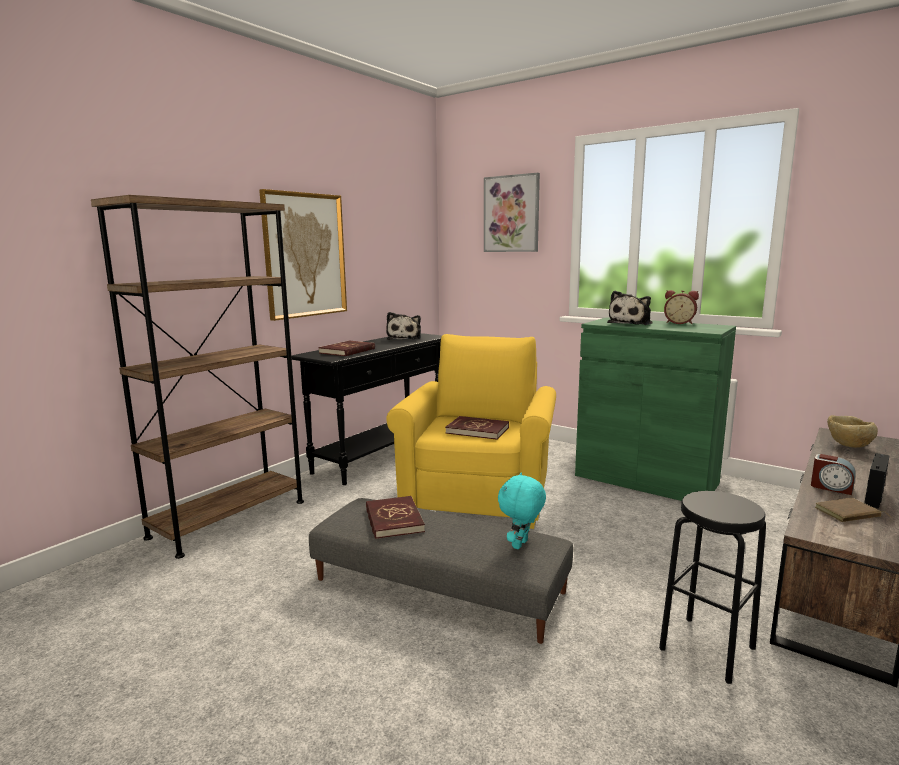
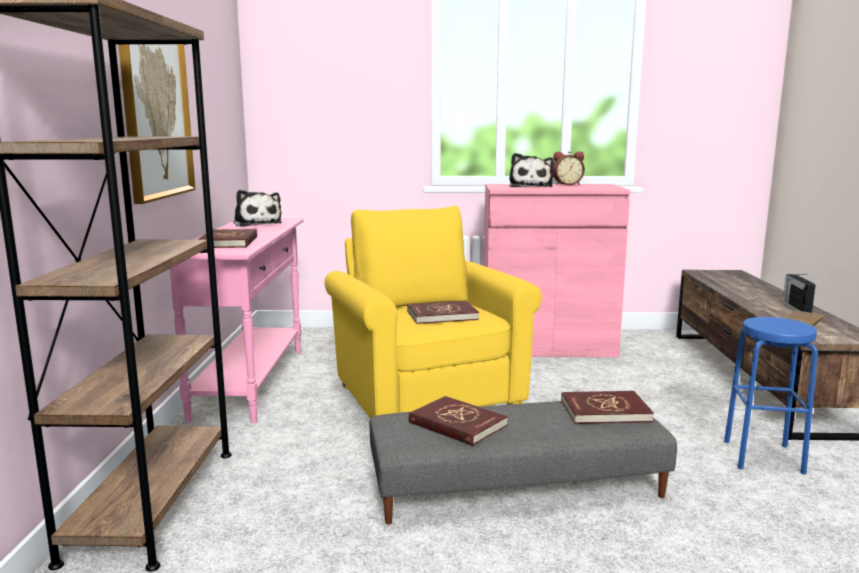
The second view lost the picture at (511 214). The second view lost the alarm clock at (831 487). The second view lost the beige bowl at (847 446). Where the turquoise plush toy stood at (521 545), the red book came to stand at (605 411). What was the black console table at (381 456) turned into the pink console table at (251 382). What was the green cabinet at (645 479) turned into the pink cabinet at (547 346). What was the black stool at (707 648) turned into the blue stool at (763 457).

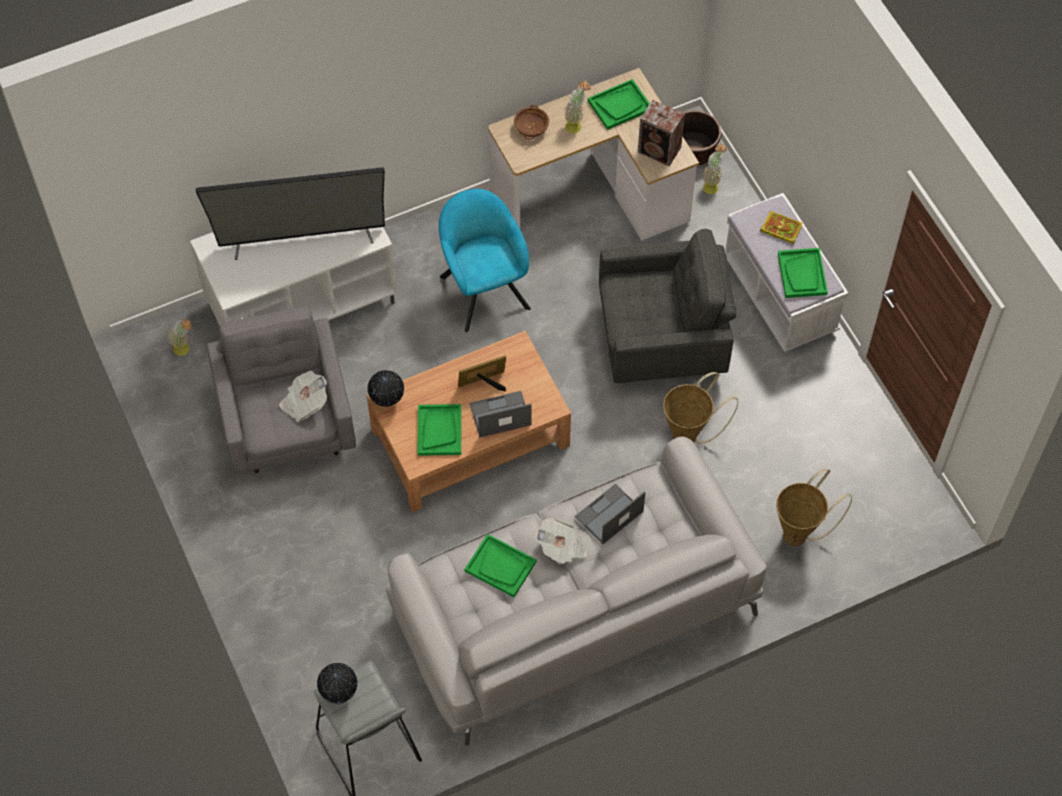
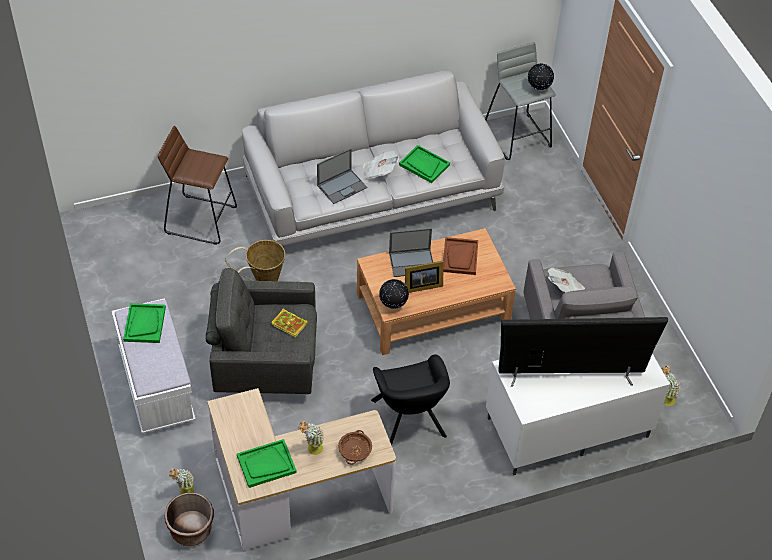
The second view lost the speaker at (660 151). The globe ended up elsewhere, having gone from (387 399) to (393 305). The book ended up elsewhere, having gone from (780 229) to (290 324). Where the basket stood at (799 533), the brown stool came to stand at (200 219). What was the green tray at (439 430) turned into the brown tray at (460 257). What was the turquoise armchair at (483 288) turned into the black armchair at (409 422).

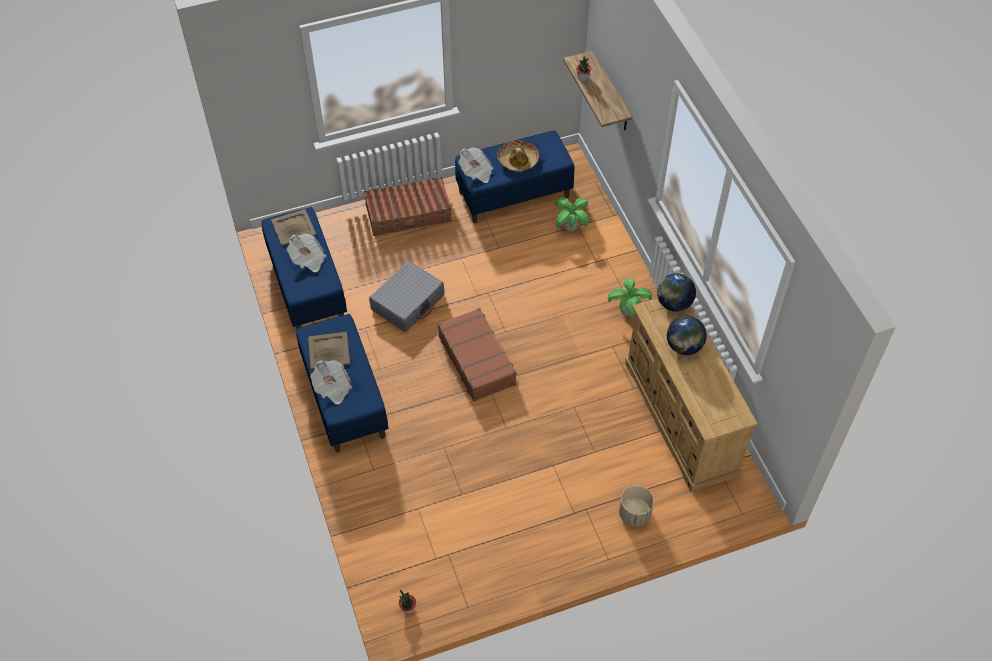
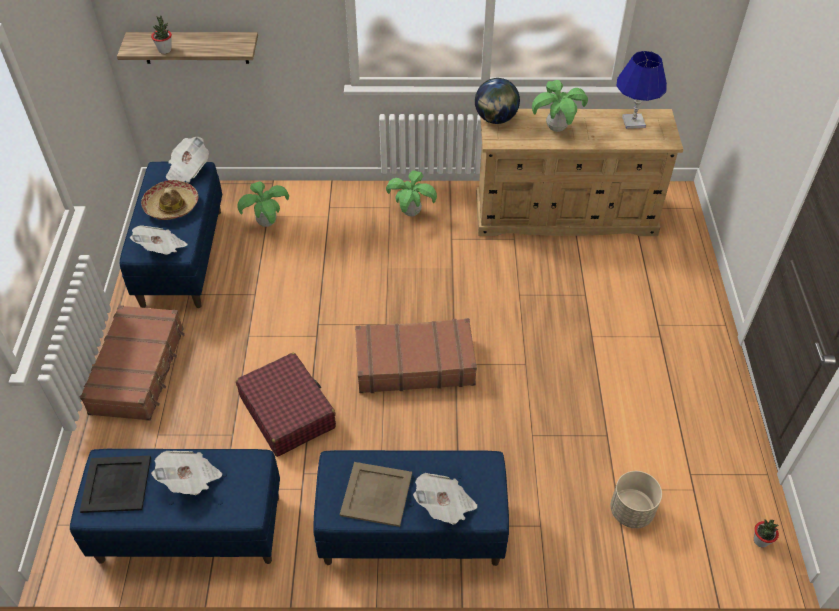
The second view gained the newspaper at (188 170). The second view gained the blue table lamp at (633 122). The beige planter ended up elsewhere, having gone from (634 514) to (631 511). Where the globe stood at (684 346), the potted plant came to stand at (556 128). What was the beige tray at (294 228) turned into the black tray at (117 483). What was the grey suitcase at (408 302) turned into the red suitcase at (287 412).

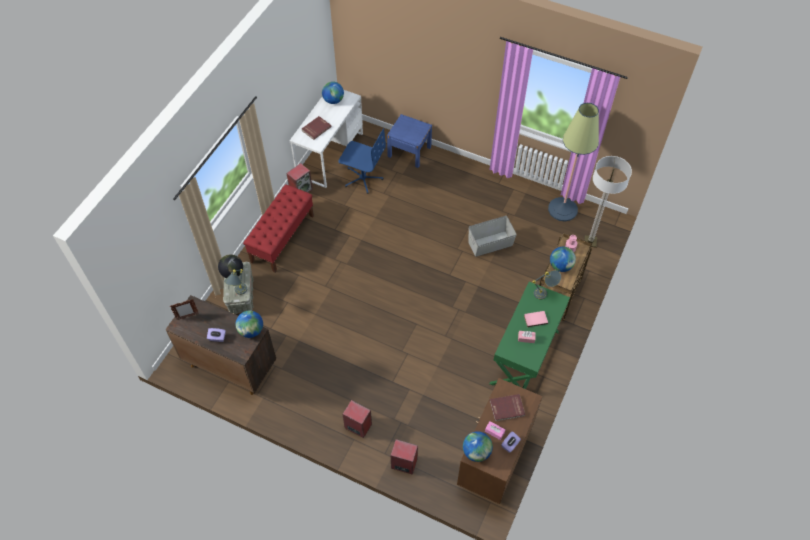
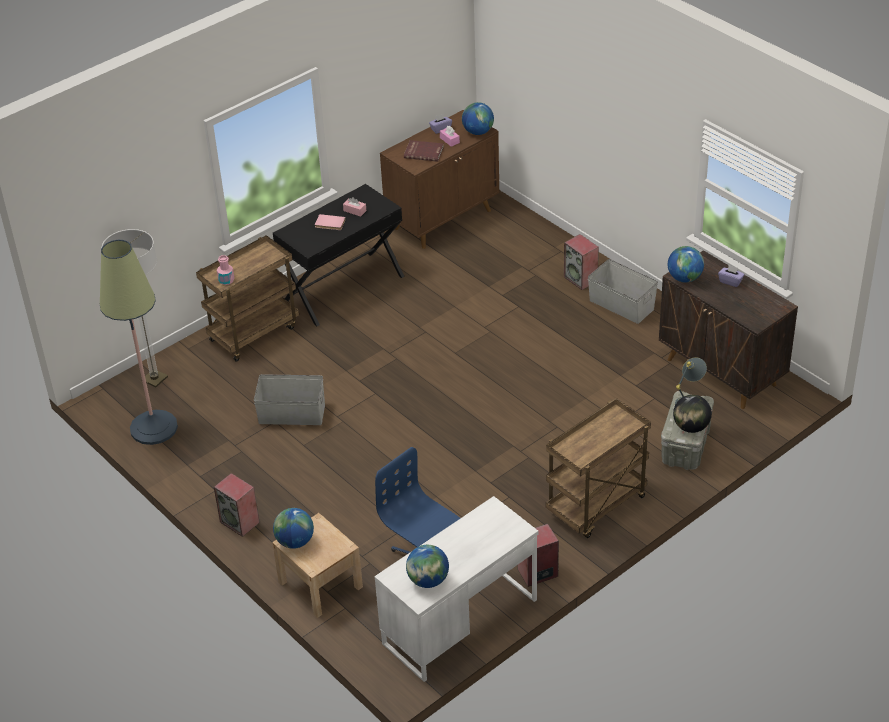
The second view lost the picture frame at (187 316). The second view lost the red book at (316 128). The second view lost the grey table lamp at (545 293). The second view gained the grey storage box at (621 304). The speaker ended up elsewhere, having gone from (403 463) to (240 522). The globe ended up elsewhere, having gone from (560 266) to (295 541). Where the red bench stood at (282 238), the brown cart came to stand at (596 507). What was the blue nightstand at (409 151) turned into the beige nightstand at (320 584). What was the green desk at (525 357) turned into the black desk at (343 288).

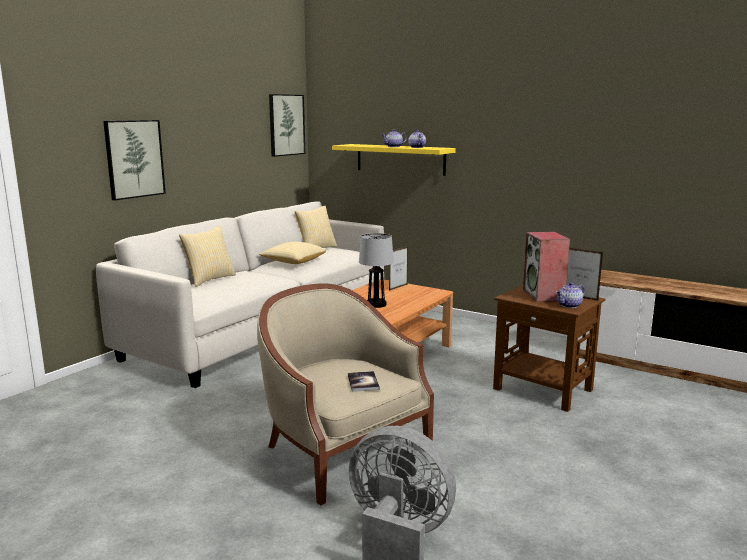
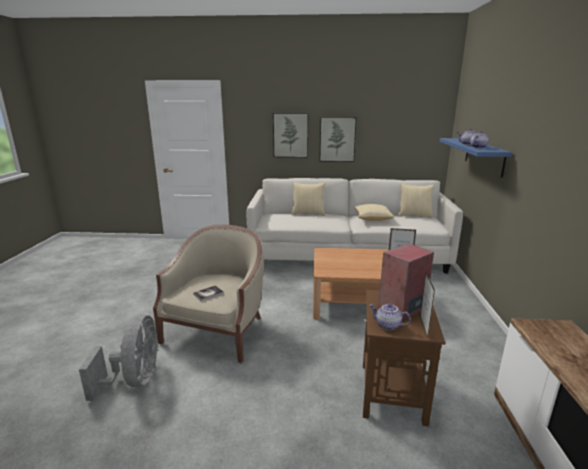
The second view lost the table lamp at (375 304). The picture ended up elsewhere, having gone from (286 125) to (337 139). What was the yellow shelf at (400 159) turned into the blue shelf at (484 156).

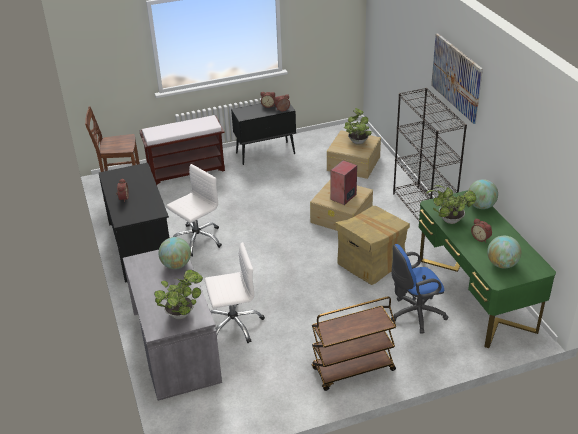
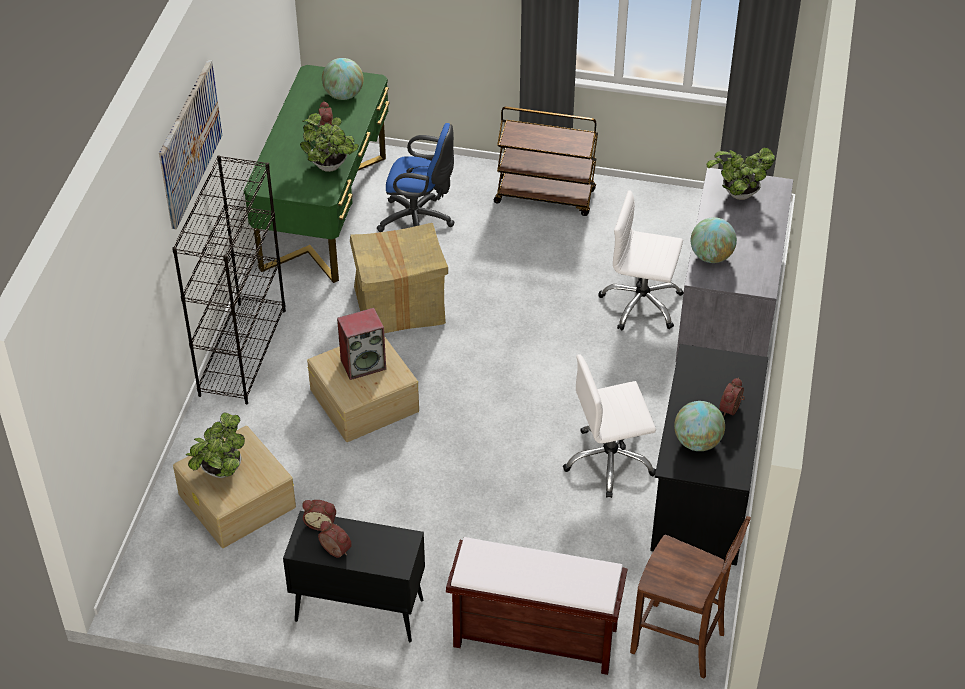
The globe ended up elsewhere, having gone from (481 206) to (697 442).

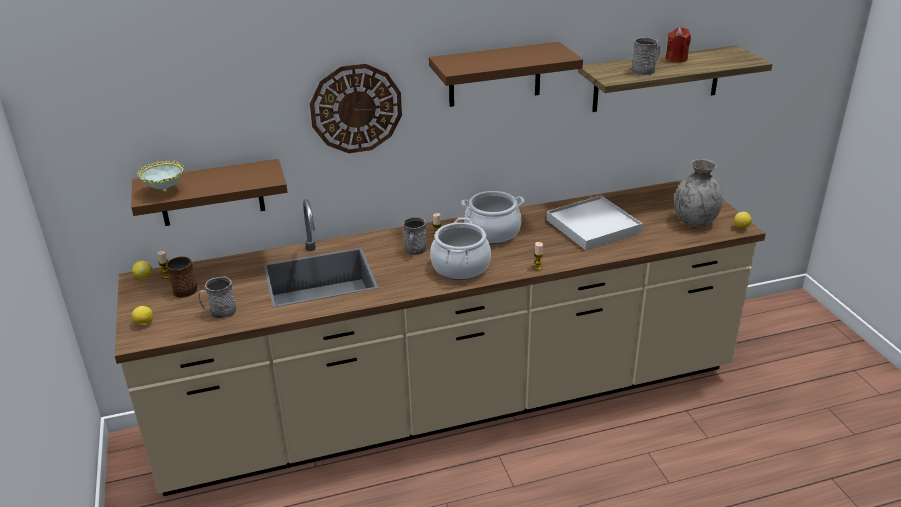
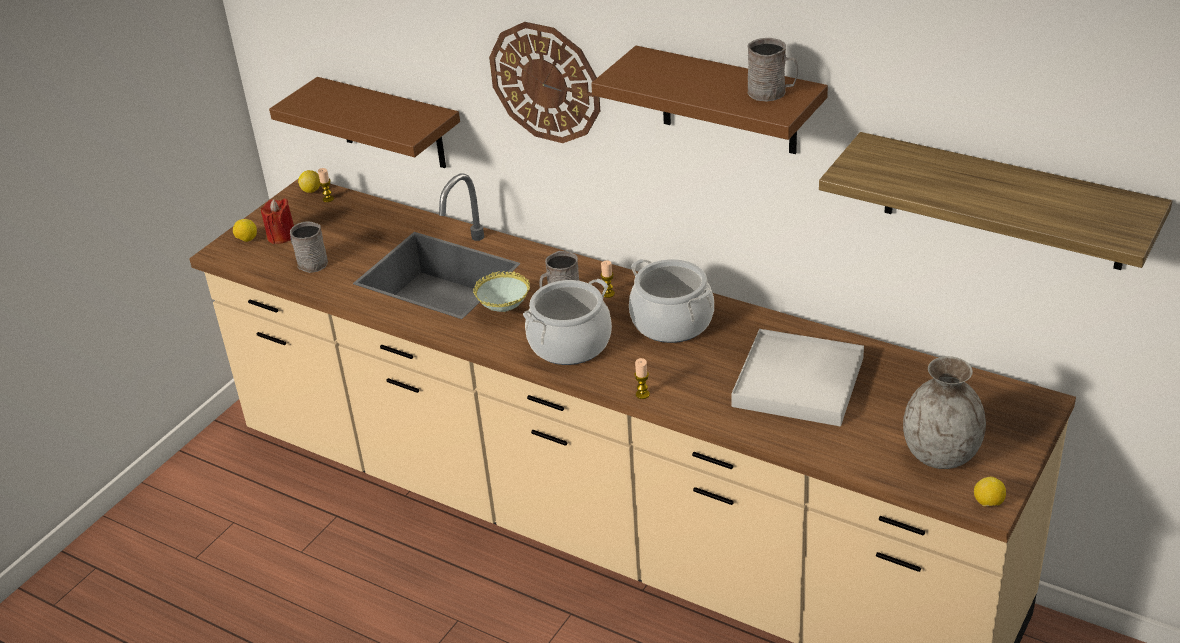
The second view lost the brown mug at (184 288). The bowl ended up elsewhere, having gone from (165 191) to (504 312). The grey mug ended up elsewhere, having gone from (645 70) to (772 92). The red candle ended up elsewhere, having gone from (676 59) to (281 236).

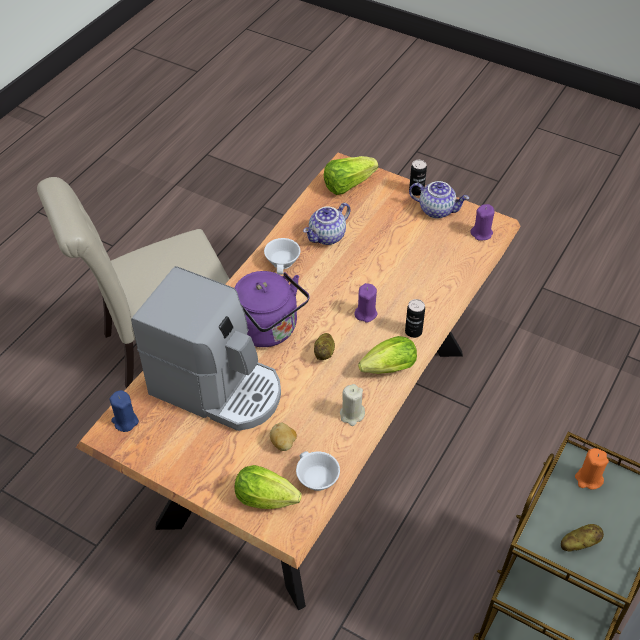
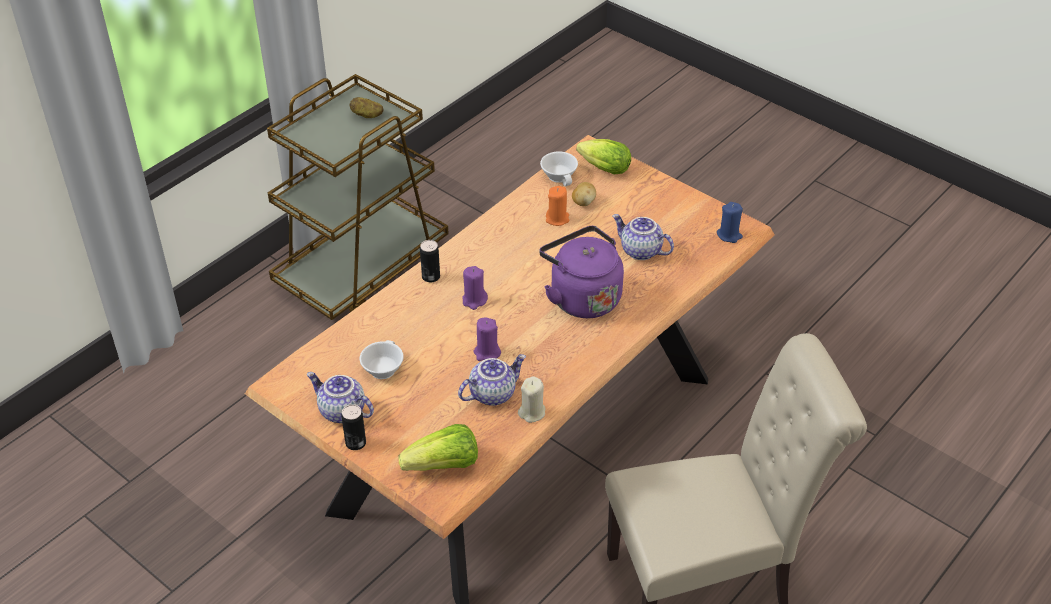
The second view lost the potato at (325 353). The second view lost the lettuce at (386 369). The white cup ended up elsewhere, having gone from (284 262) to (381 368). The beige candle ended up elsewhere, having gone from (352 415) to (532 412). The purple candle ended up elsewhere, having gone from (481 233) to (487 352). The orange candle ended up elsewhere, having gone from (588 479) to (557 219). Where the coffee machine stood at (218 388), the teapot came to stand at (640 251).

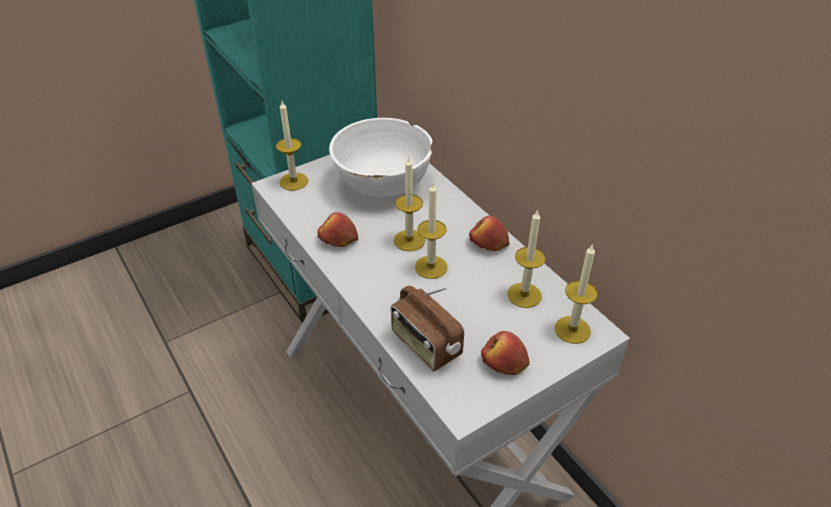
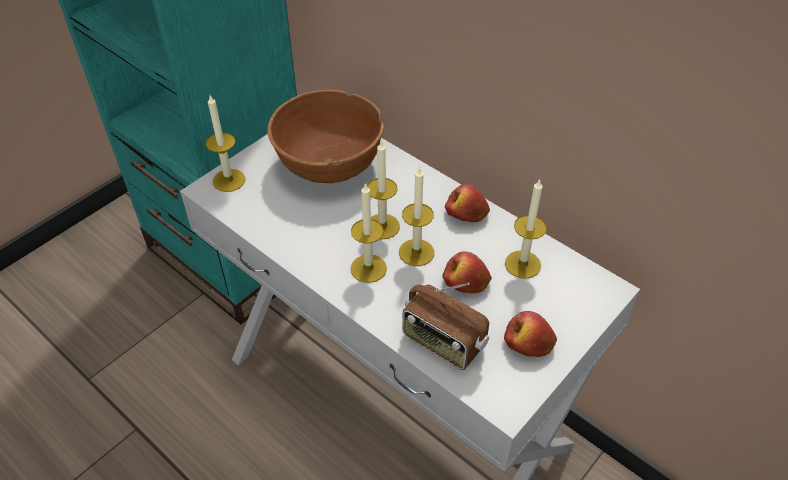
The apple ended up elsewhere, having gone from (338 239) to (465 282). The candle ended up elsewhere, having gone from (572 330) to (368 268). What was the white bowl at (382 182) turned into the brown bowl at (329 164).

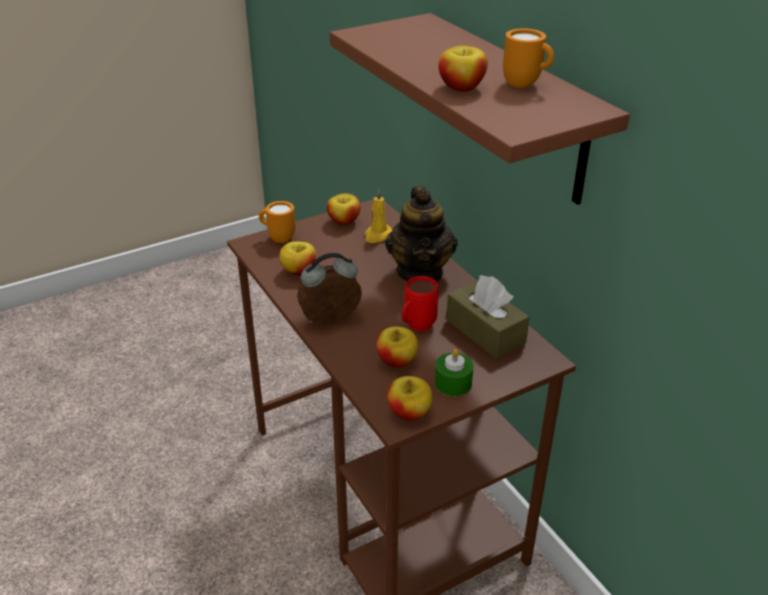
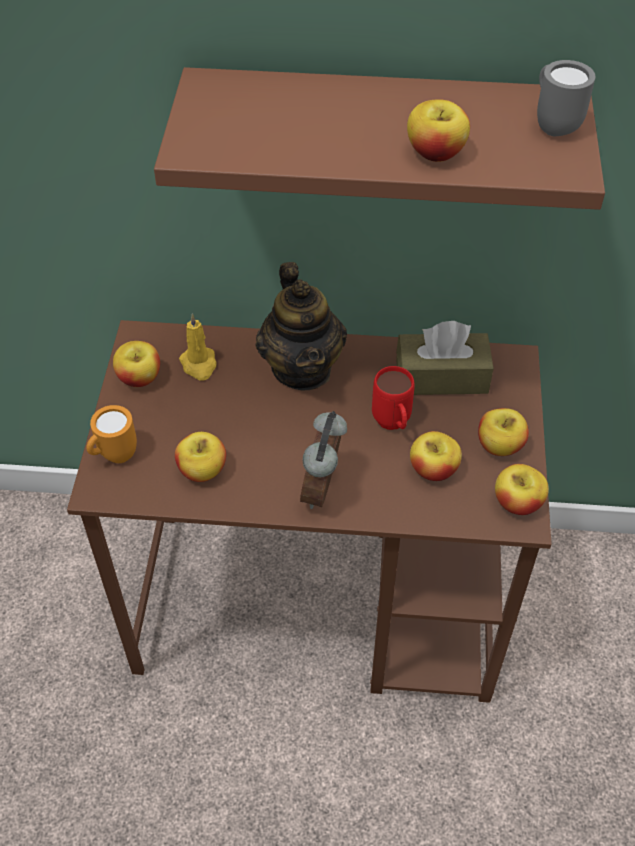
The second view lost the orange mug at (526 85). The second view gained the grey mug at (553 125). Where the green candle stood at (453 383), the apple came to stand at (499 446). The teapot at (421 272) ended up facing another way, 45 degrees clockwise from before.

